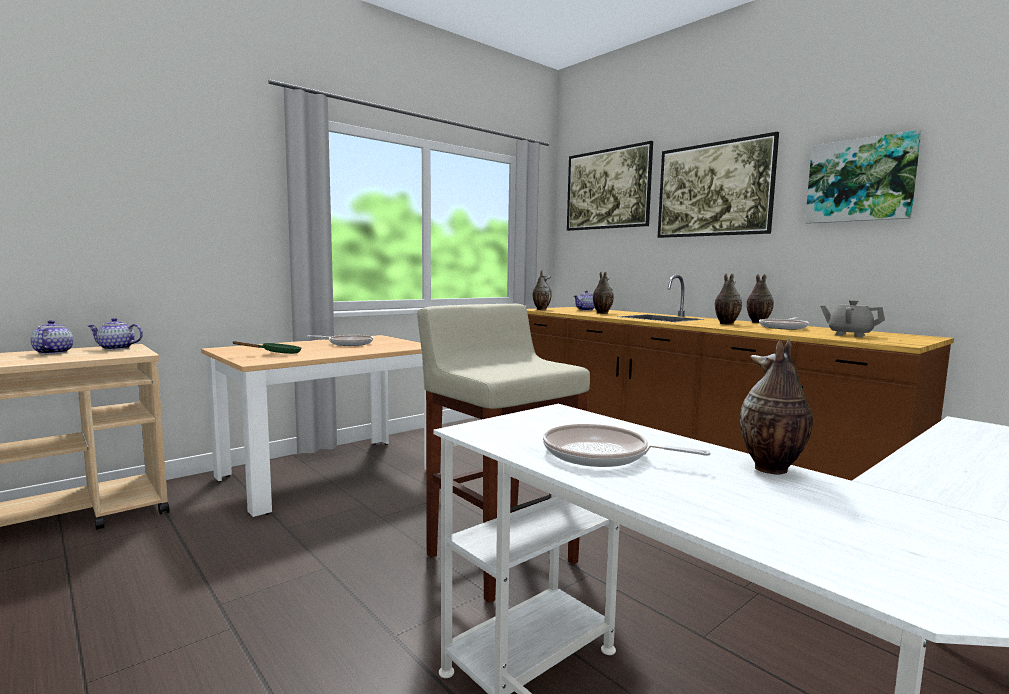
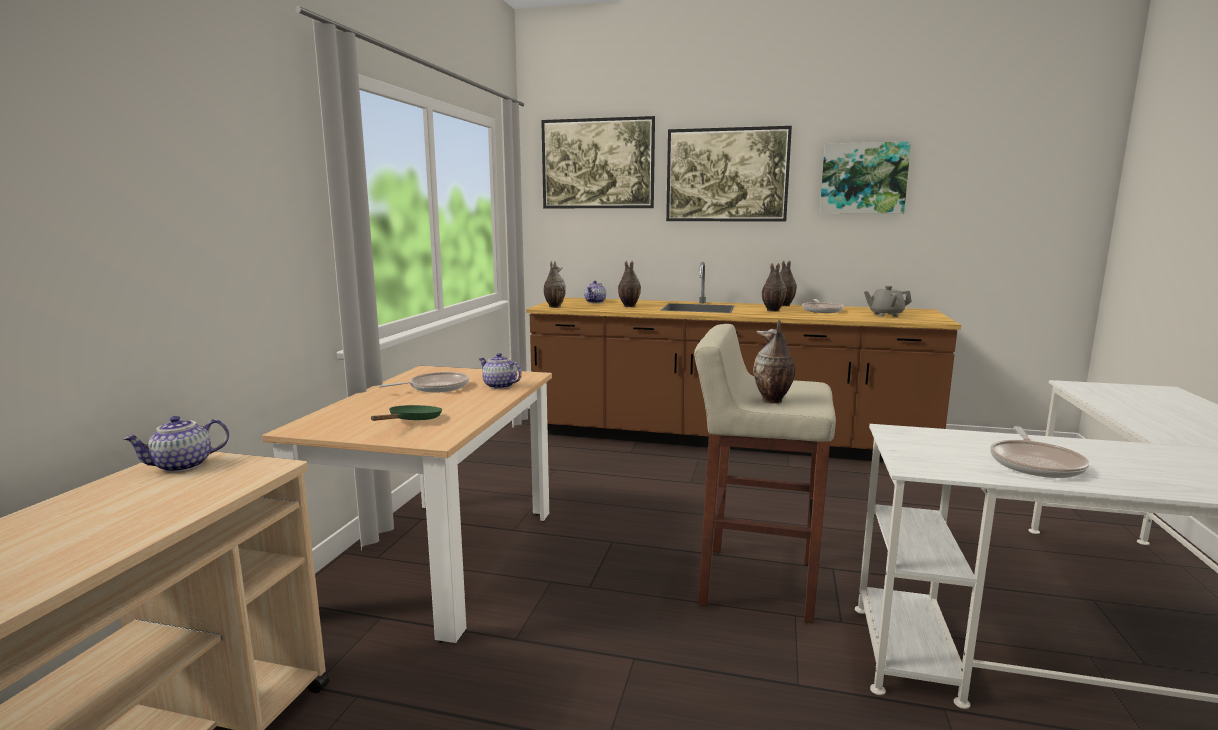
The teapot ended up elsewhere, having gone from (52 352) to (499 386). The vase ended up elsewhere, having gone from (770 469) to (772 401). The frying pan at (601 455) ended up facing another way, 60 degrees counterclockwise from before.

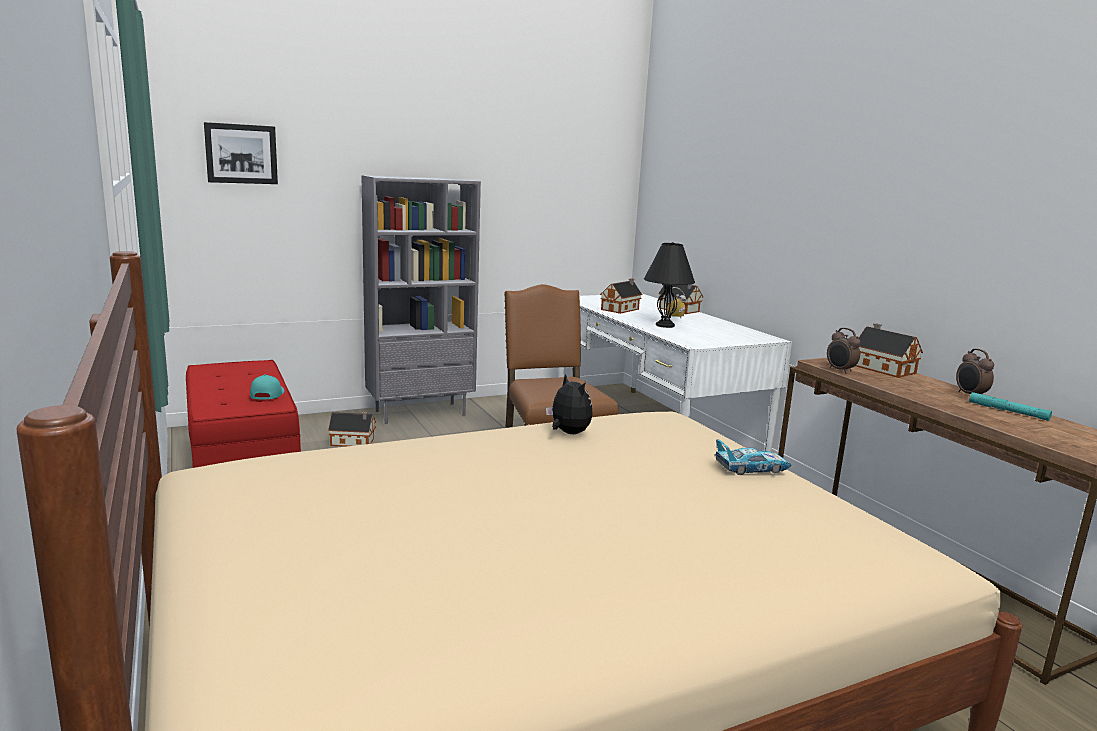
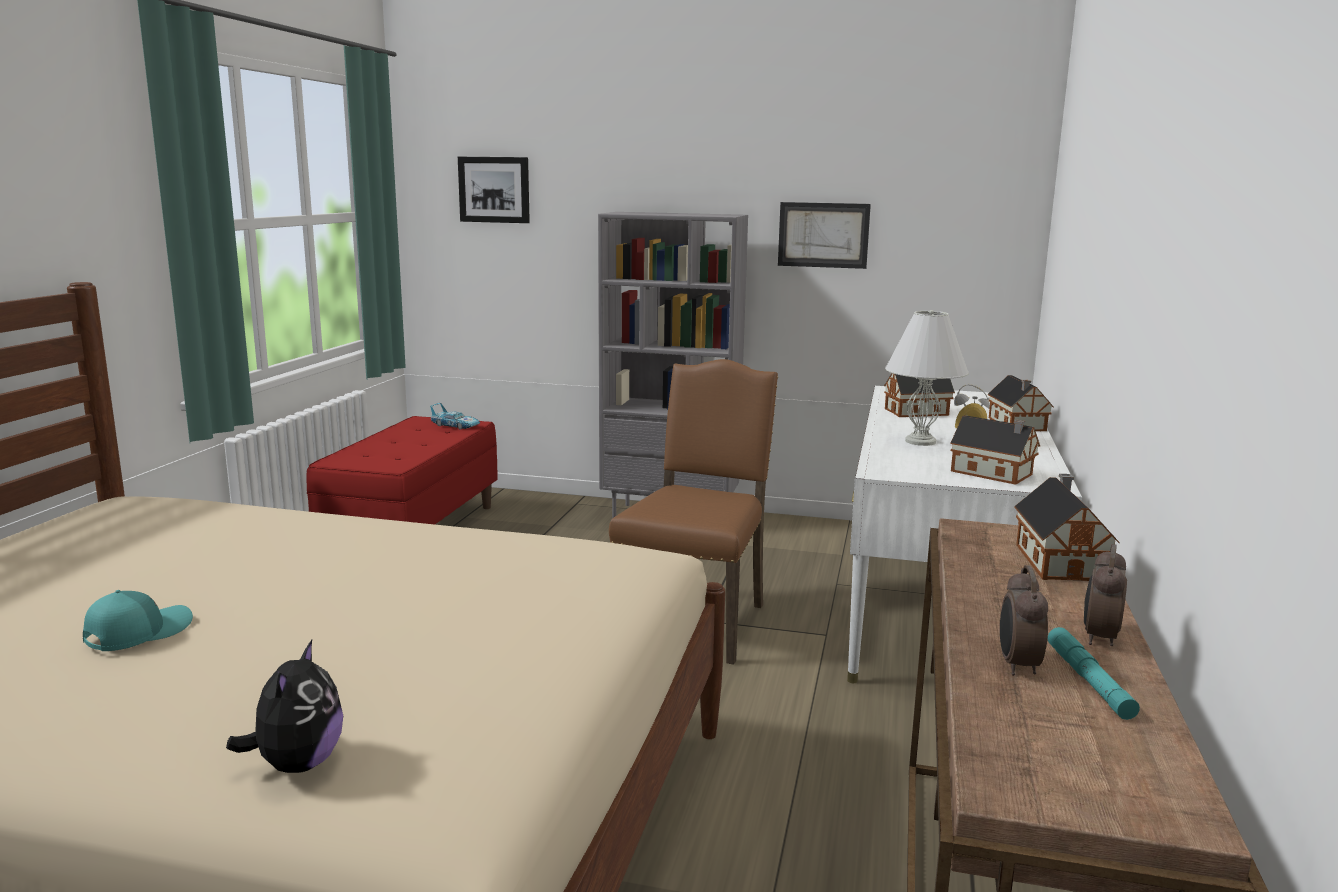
The second view gained the picture at (823 235). The turquoise cap ended up elsewhere, having gone from (266 394) to (137 633). The toy house ended up elsewhere, having gone from (354 442) to (994 473). The plush toy ended up elsewhere, having gone from (568 433) to (297 764). The toy car ended up elsewhere, having gone from (751 468) to (455 425). The alarm clock ended up elsewhere, having gone from (840 370) to (1017 665). What was the black table lamp at (665 325) turned into the white table lamp at (920 441).

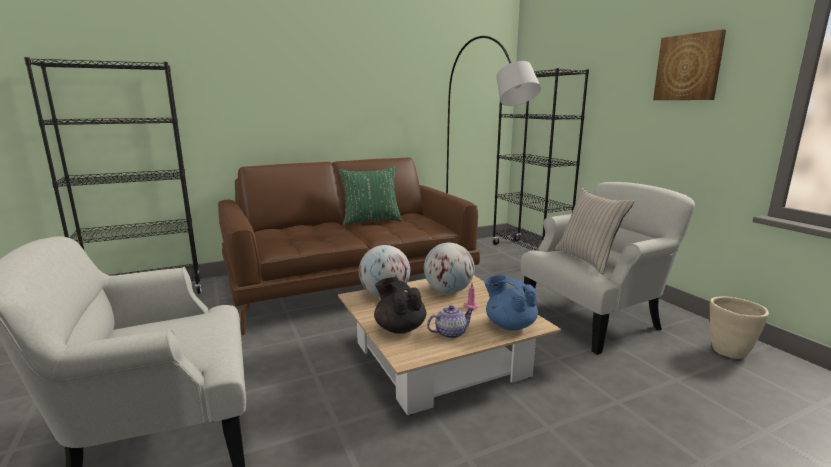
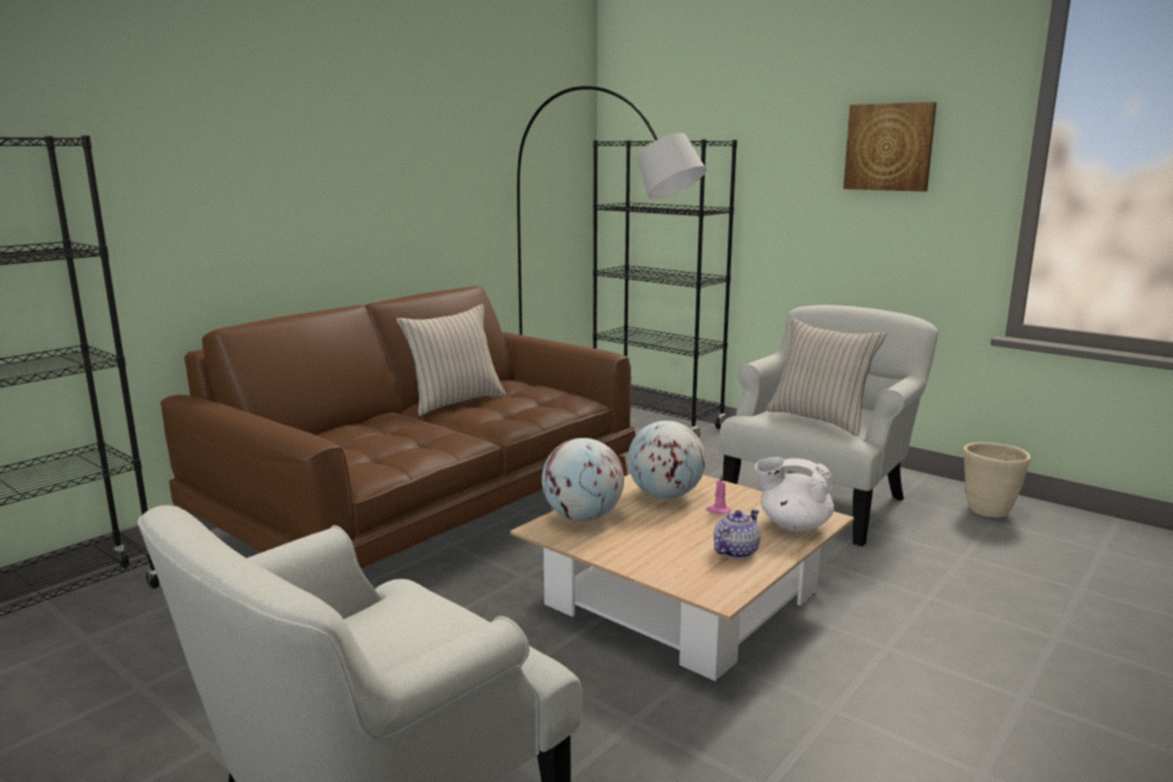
The second view lost the black teapot at (399 328). What was the green pillow at (371 221) turned into the beige pillow at (454 402). What was the blue teapot at (509 325) turned into the white teapot at (793 525).

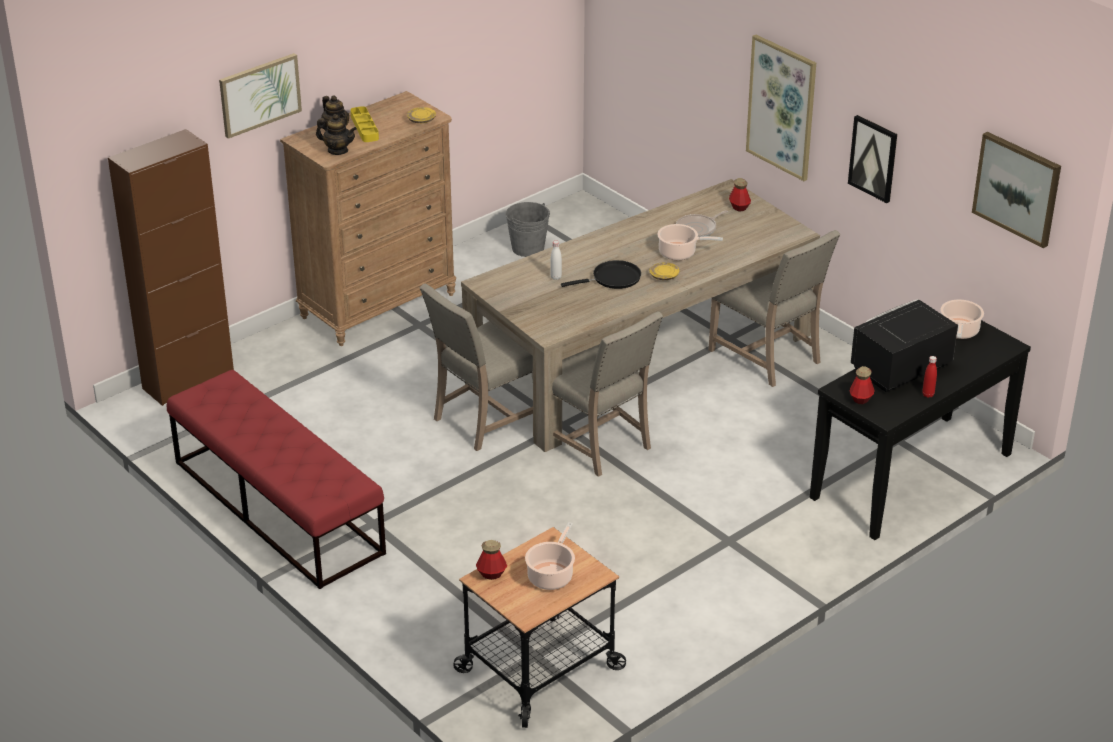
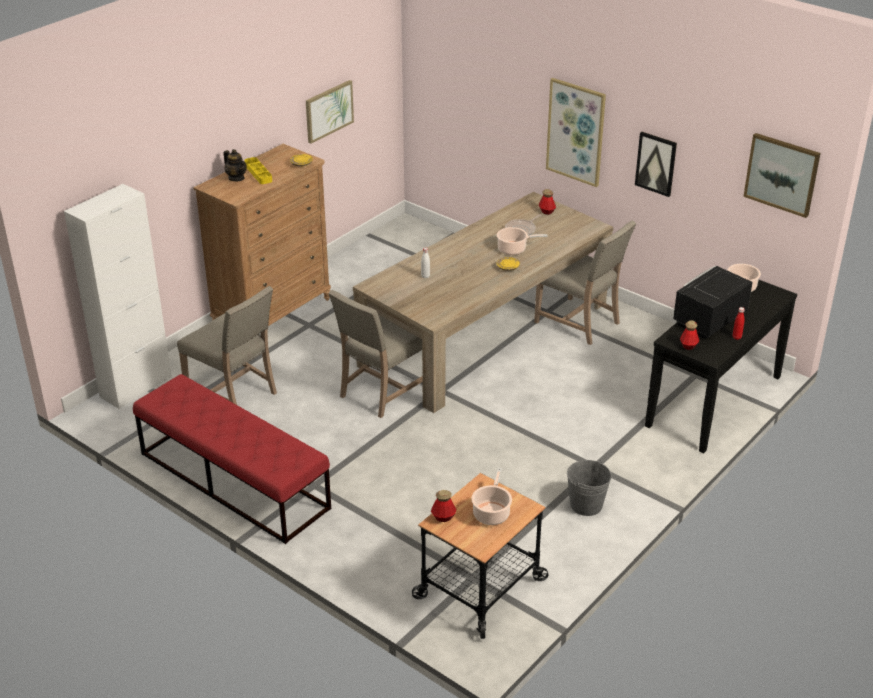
The second view lost the teapot at (337 150). The second view lost the black frying pan at (613 279). The picture ended up elsewhere, having gone from (259 94) to (328 111). The grey bucket ended up elsewhere, having gone from (528 248) to (586 505). The beige chair ended up elsewhere, having gone from (596 442) to (234 393). What was the brown cabinet at (188 381) turned into the white cabinet at (136 387).

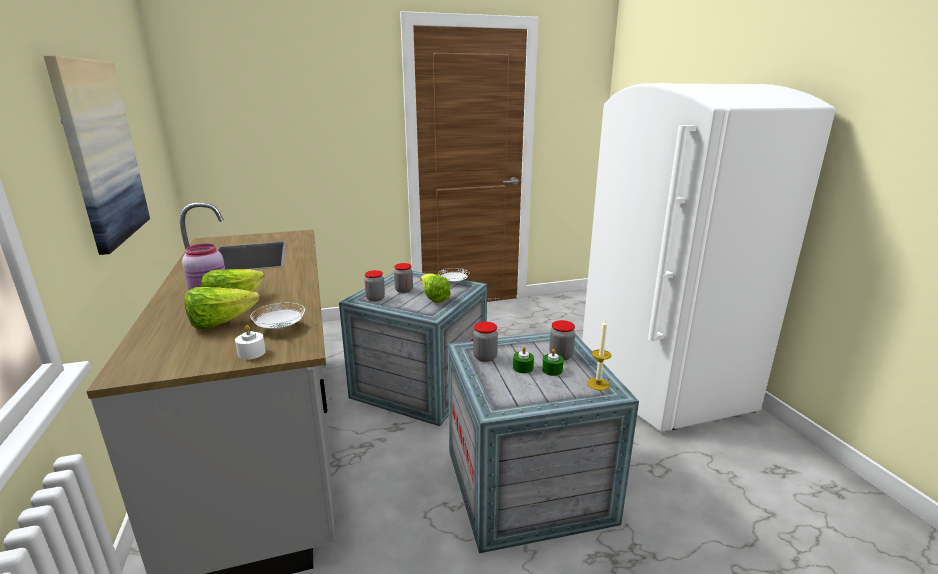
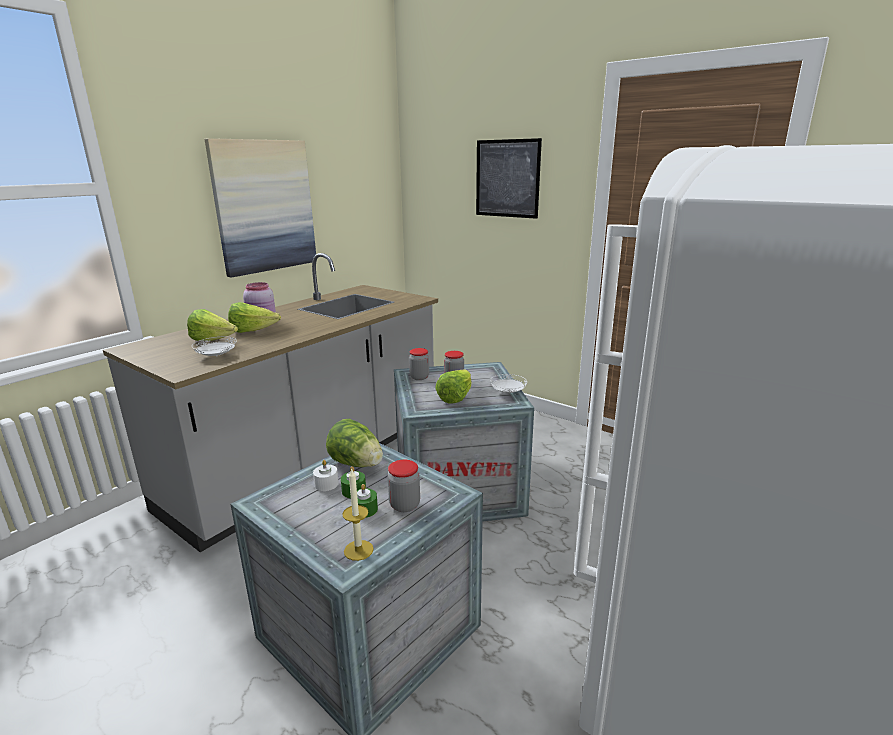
The second view gained the picture at (507 178). The white candle ended up elsewhere, having gone from (251 353) to (326 484). Where the jar stood at (485 357), the lettuce came to stand at (357 464).

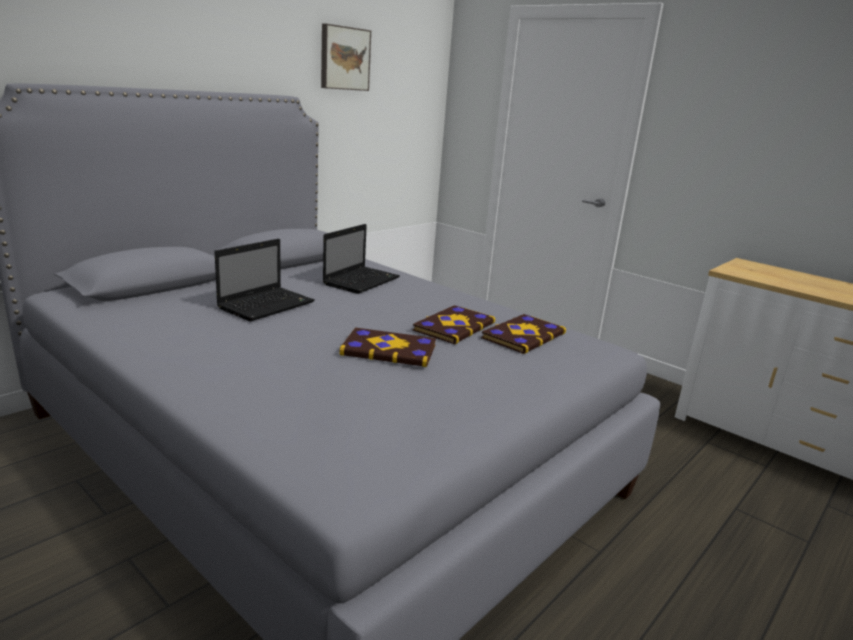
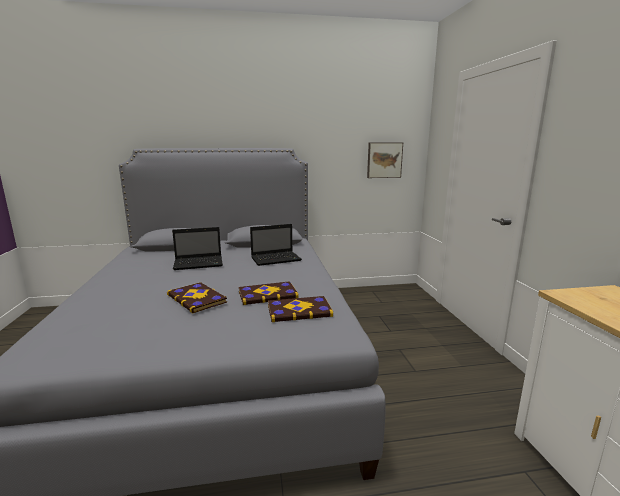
The picture ended up elsewhere, having gone from (344 58) to (384 160).

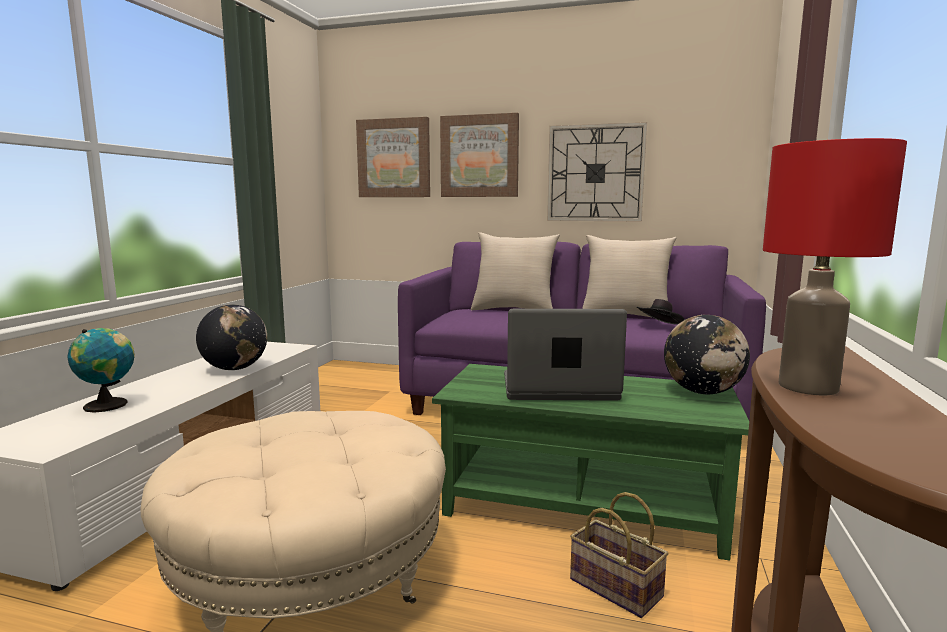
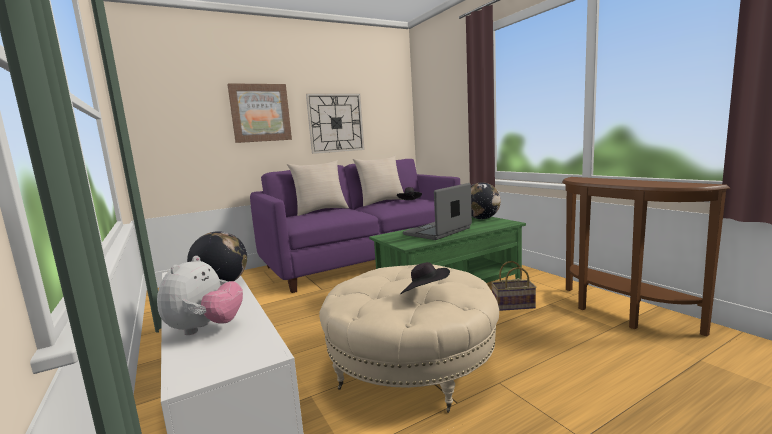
The second view lost the picture at (394 158). The second view lost the red table lamp at (807 387). The second view gained the black hat at (425 293). Where the globe stood at (109 405), the plush toy came to stand at (205 329).

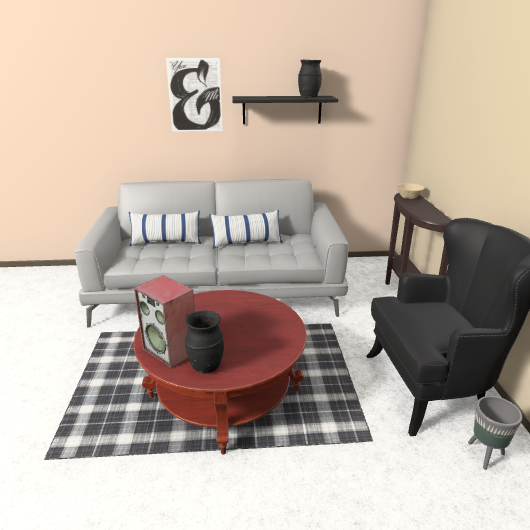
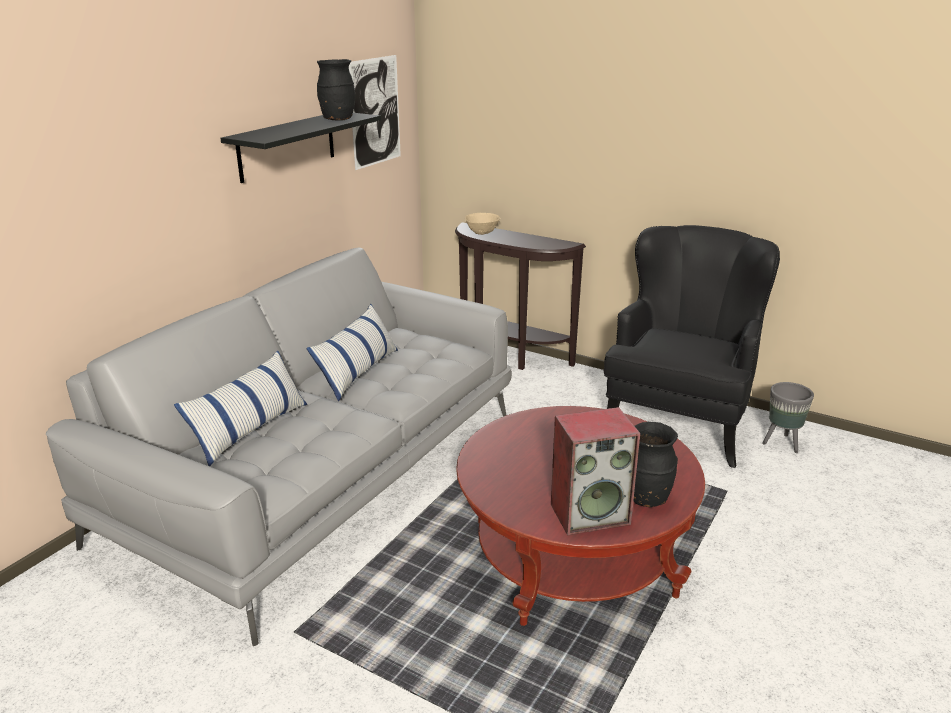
The picture ended up elsewhere, having gone from (195 95) to (375 112).

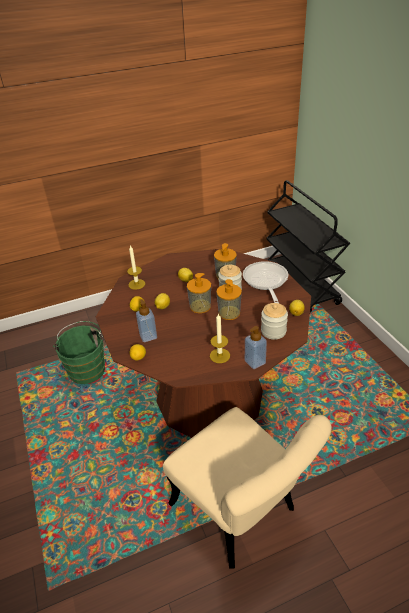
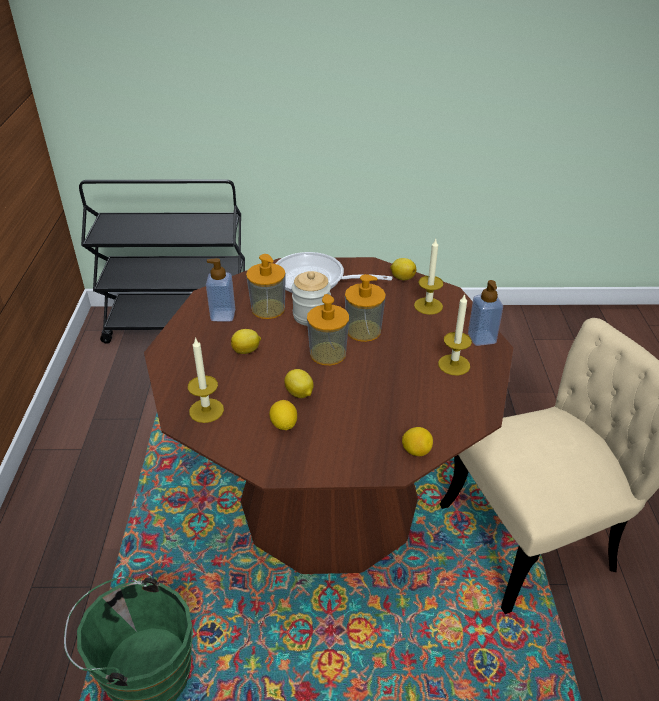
The soap dispenser ended up elsewhere, having gone from (148 336) to (223 315). Where the jar stood at (273 331), the candle came to stand at (428 306).

